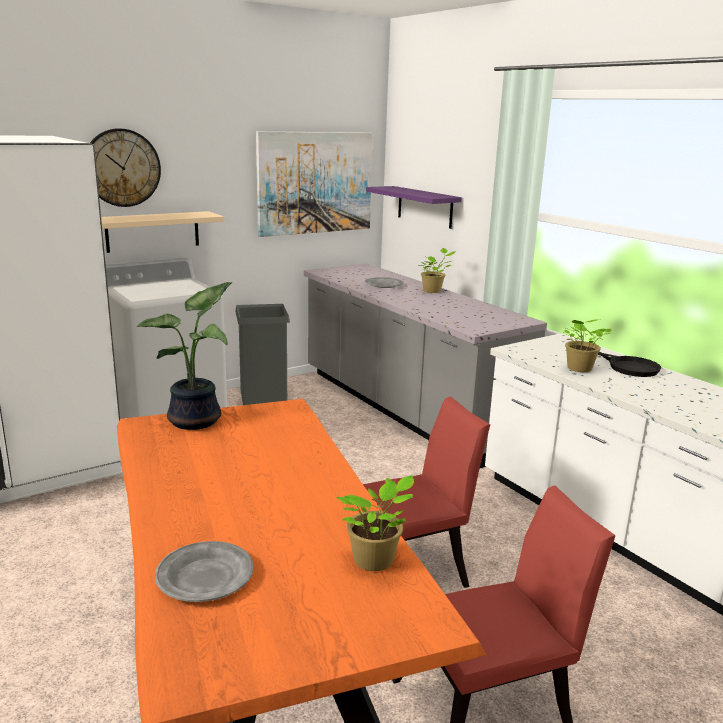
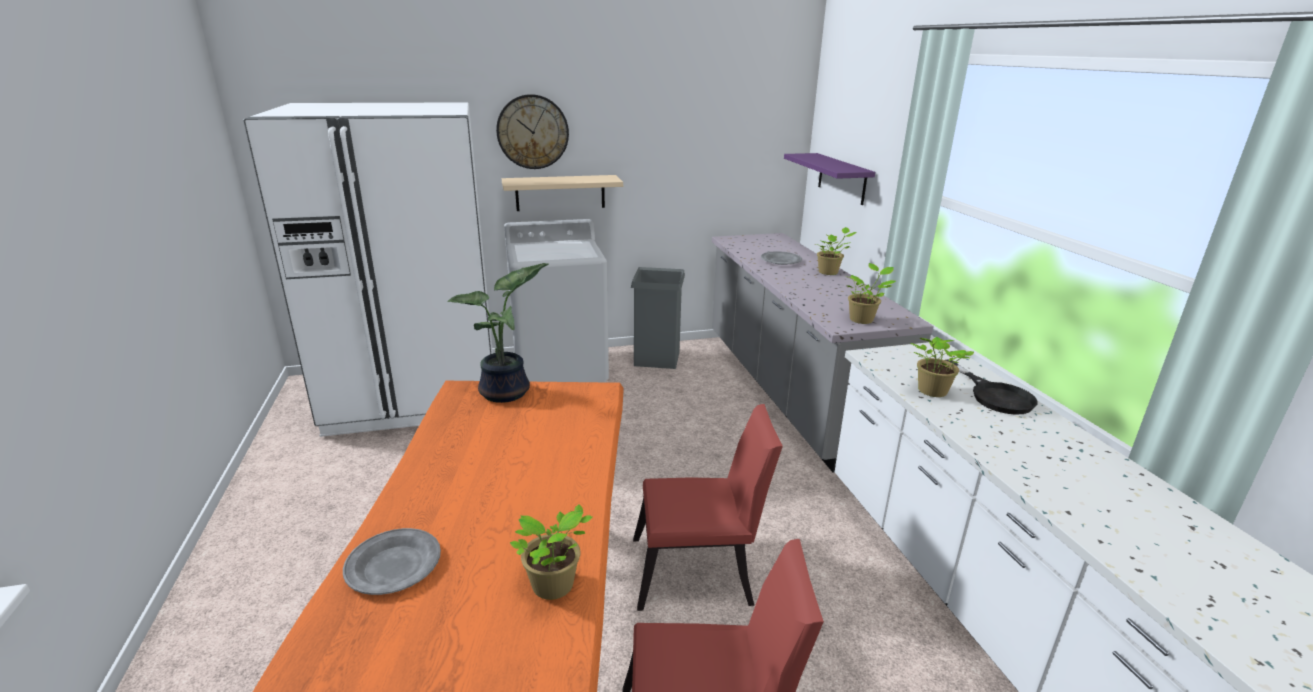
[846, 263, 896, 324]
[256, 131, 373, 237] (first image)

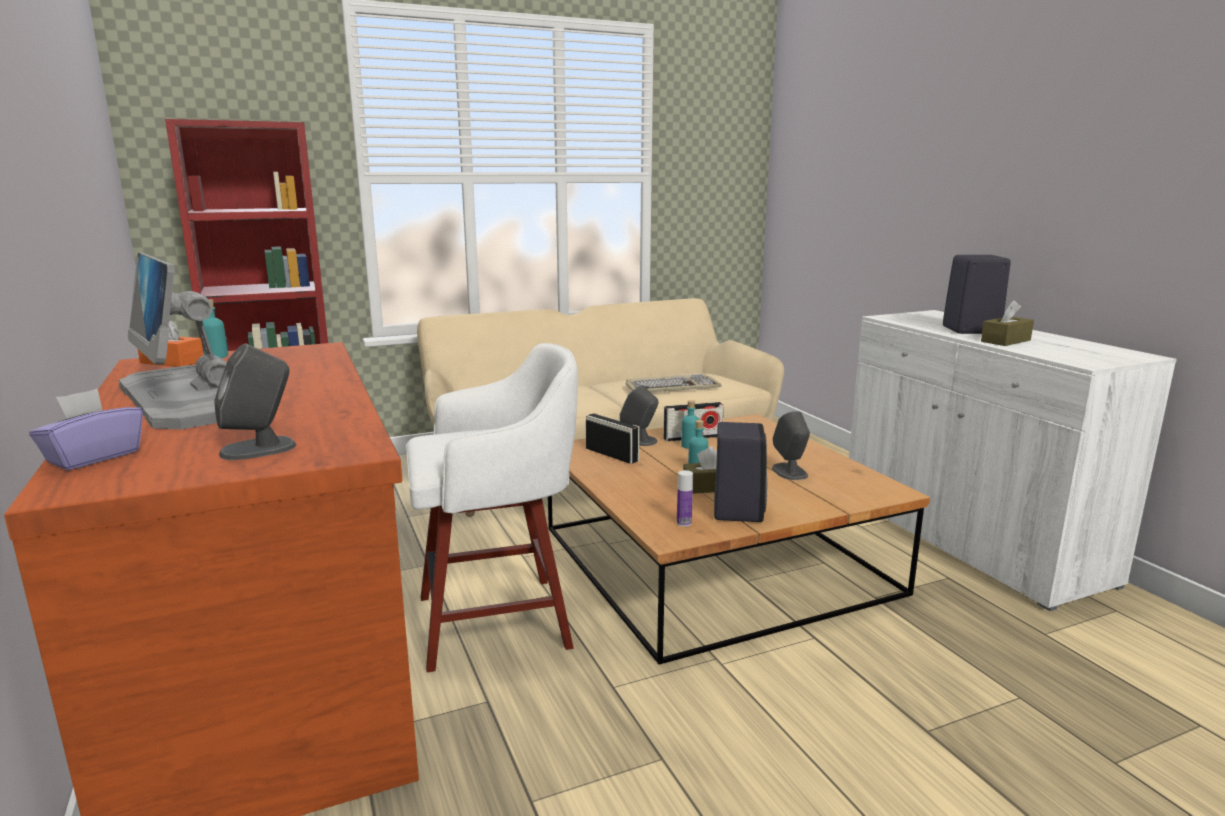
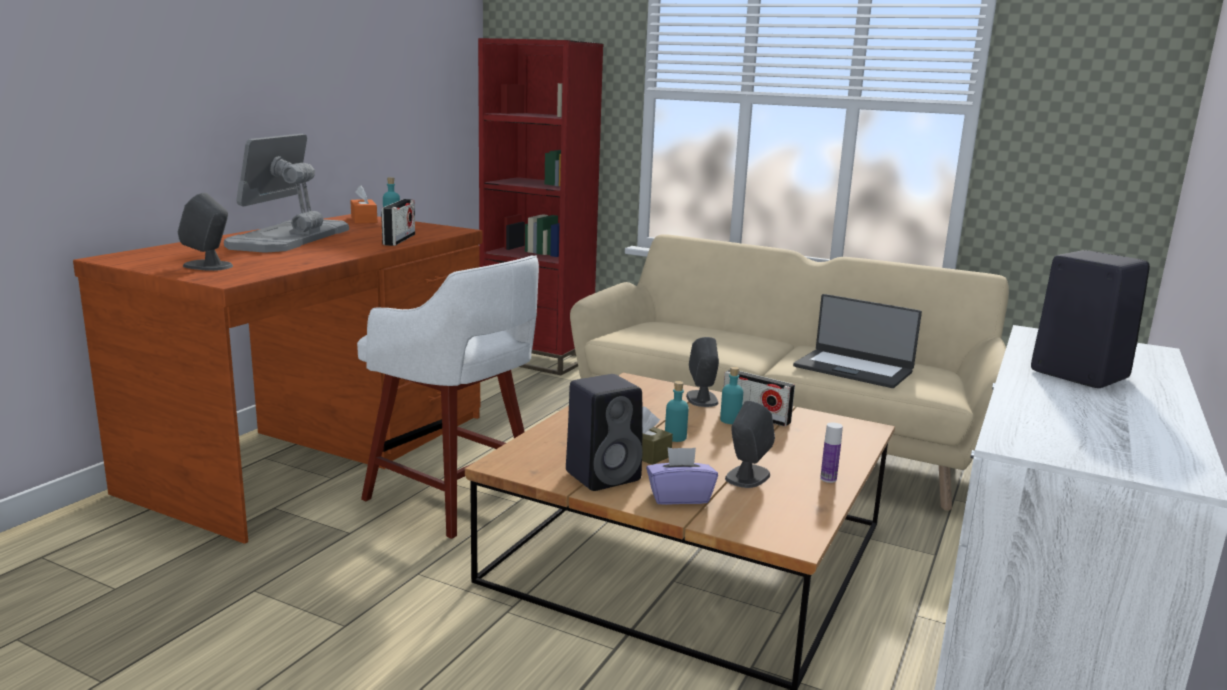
[381, 199, 415, 246]
[646, 448, 718, 505]
[793, 294, 922, 388]
[820, 422, 843, 483]
[981, 300, 1034, 346] (first image)

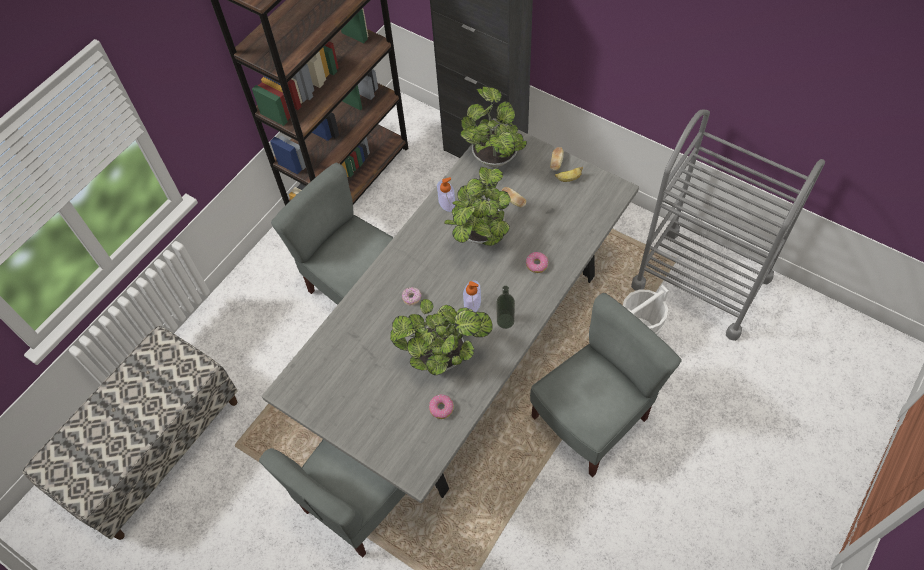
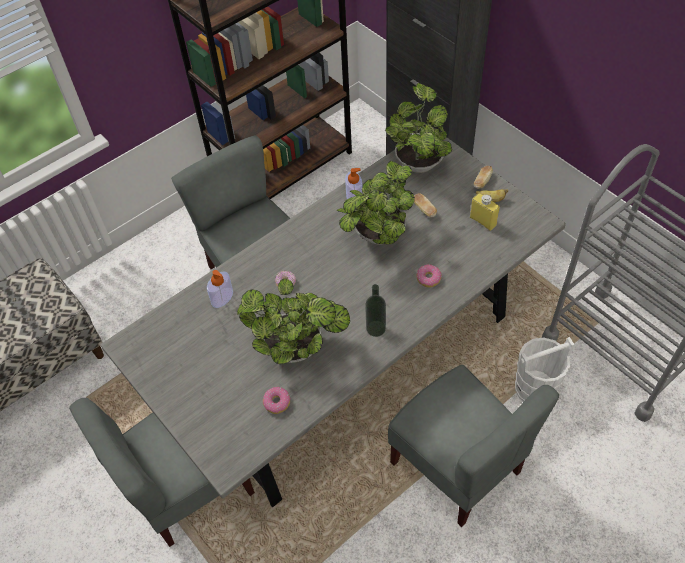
[207, 270, 233, 308]
[388, 365, 559, 527]
[470, 193, 500, 231]

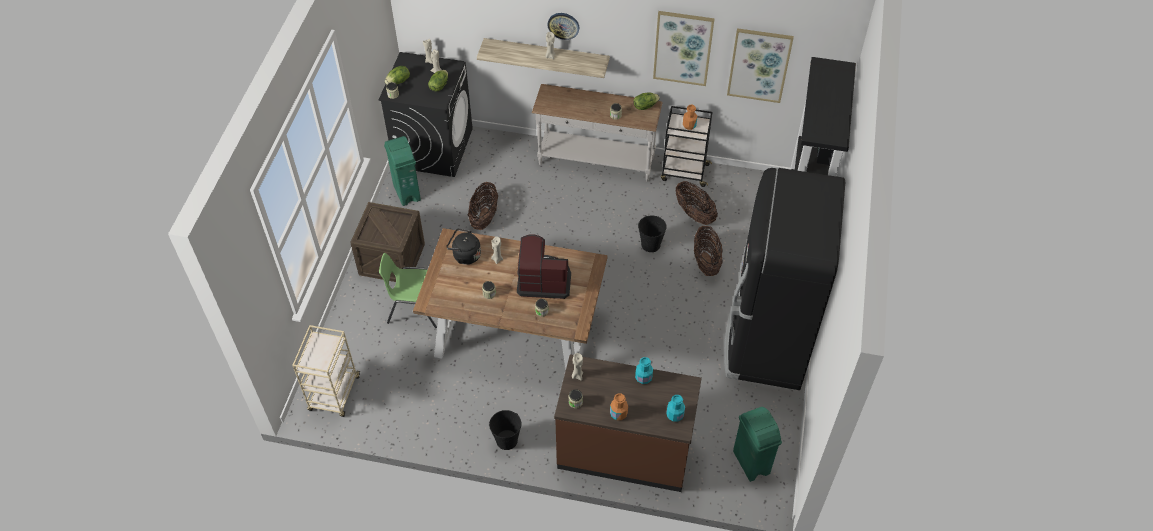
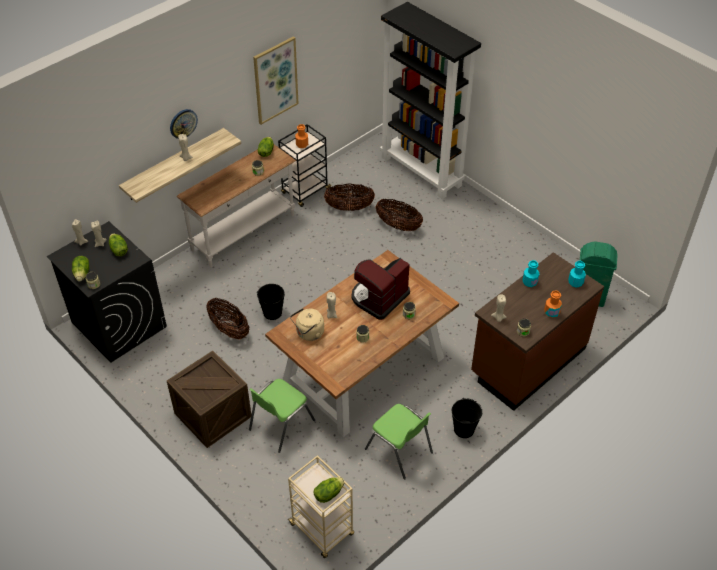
[257, 284, 285, 320]
[290, 308, 324, 341]
[313, 477, 344, 503]
[365, 404, 433, 480]
[384, 136, 421, 206] (first image)
[724, 168, 845, 390] (first image)
[727, 28, 794, 103] (first image)

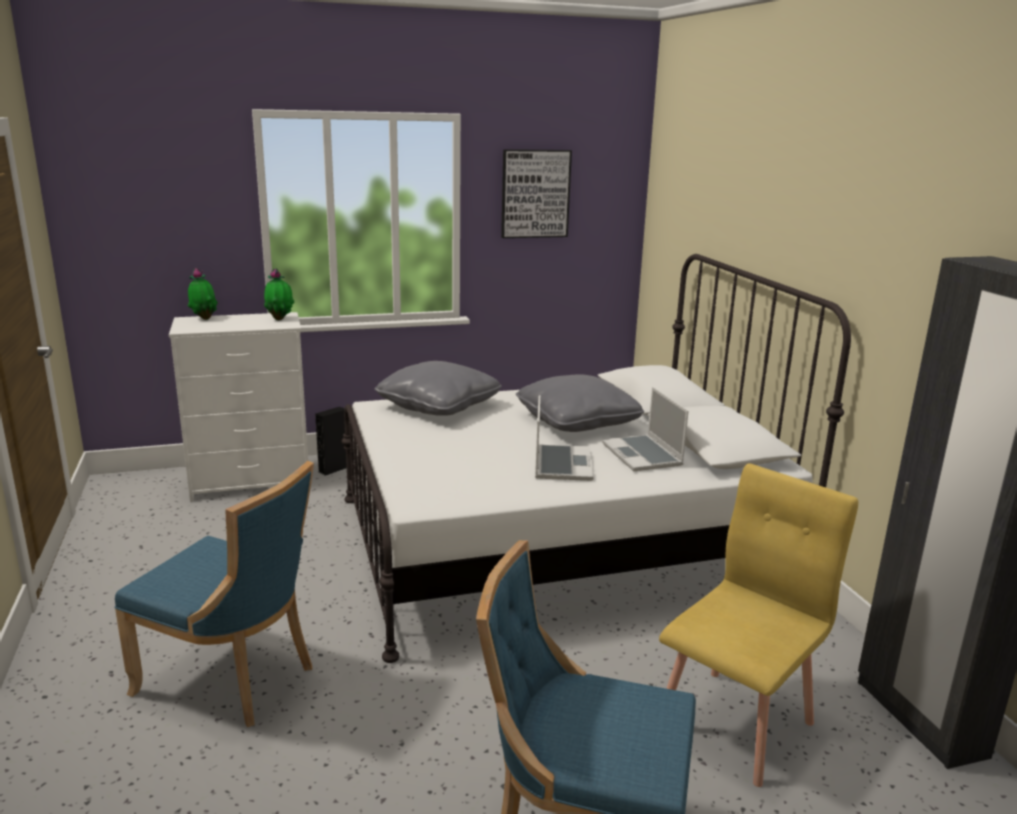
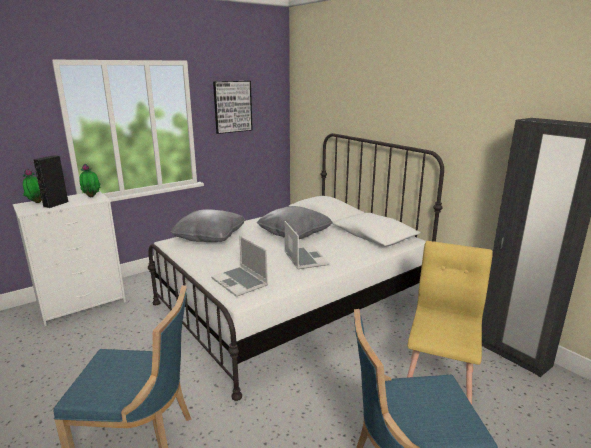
[33, 155, 68, 208]
[211, 235, 268, 297]

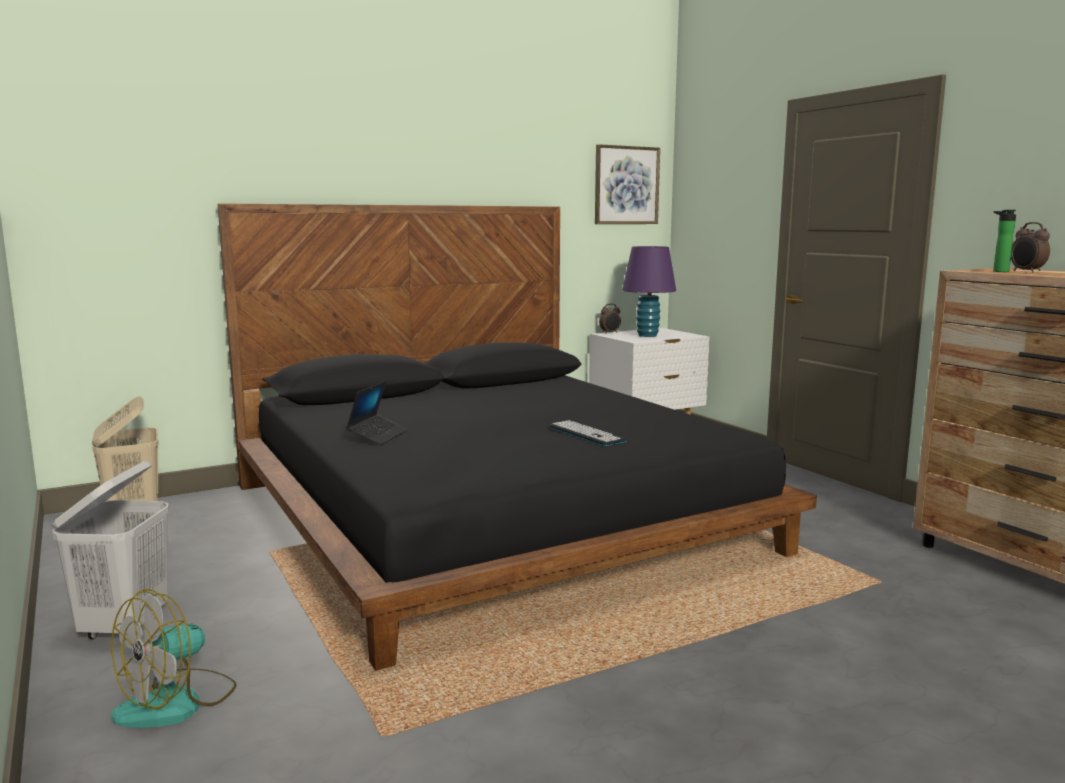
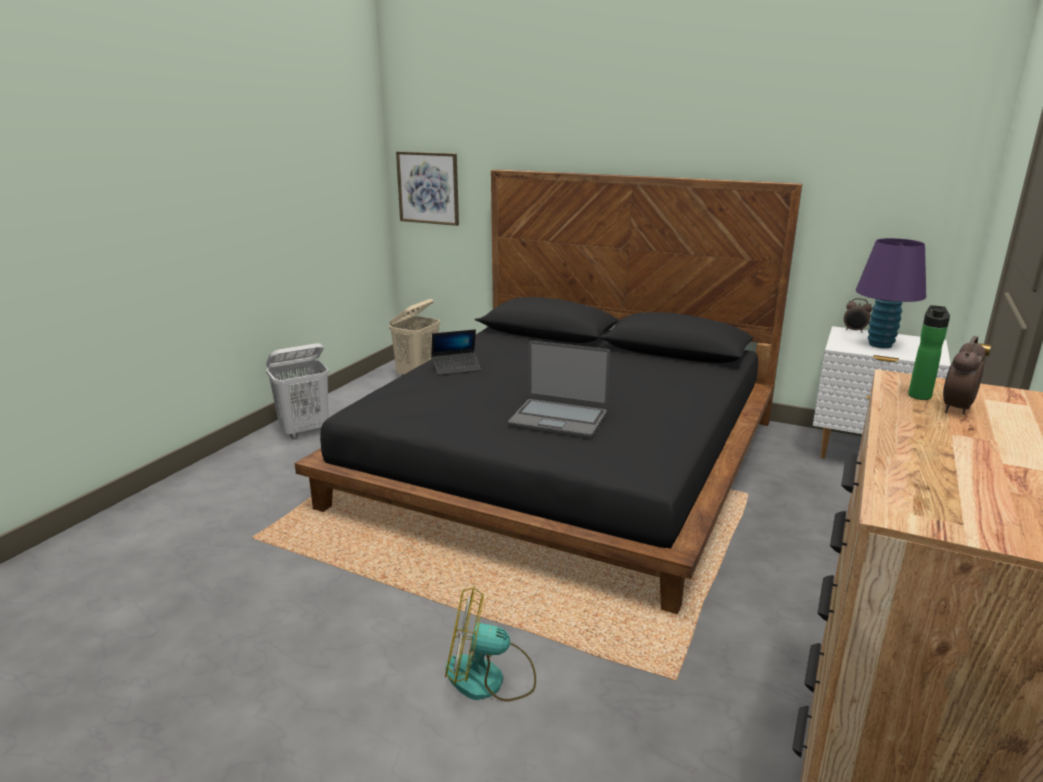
[396, 151, 459, 226]
[445, 586, 536, 702]
[508, 341, 610, 439]

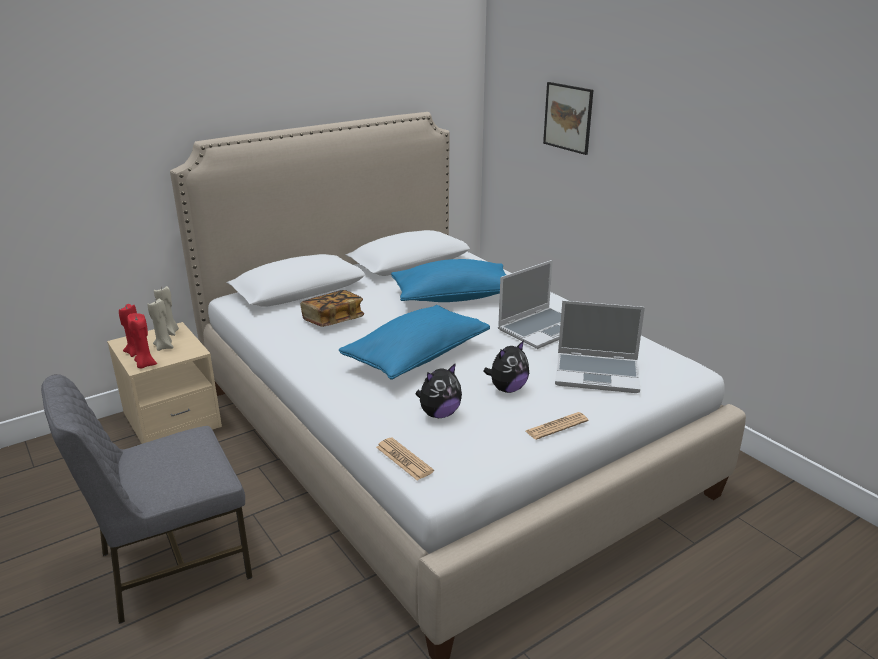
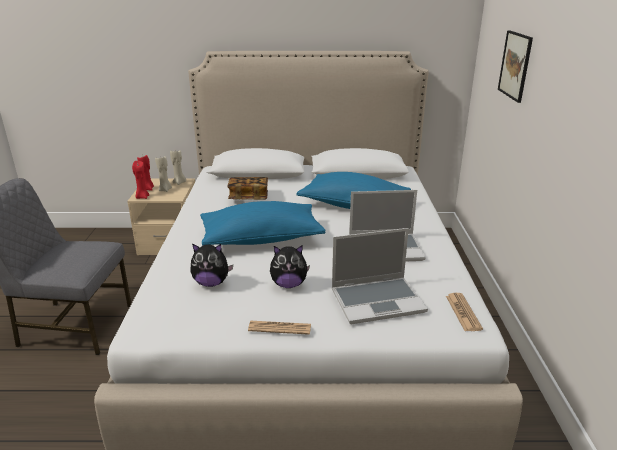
[331, 228, 428, 324]
[446, 293, 483, 331]

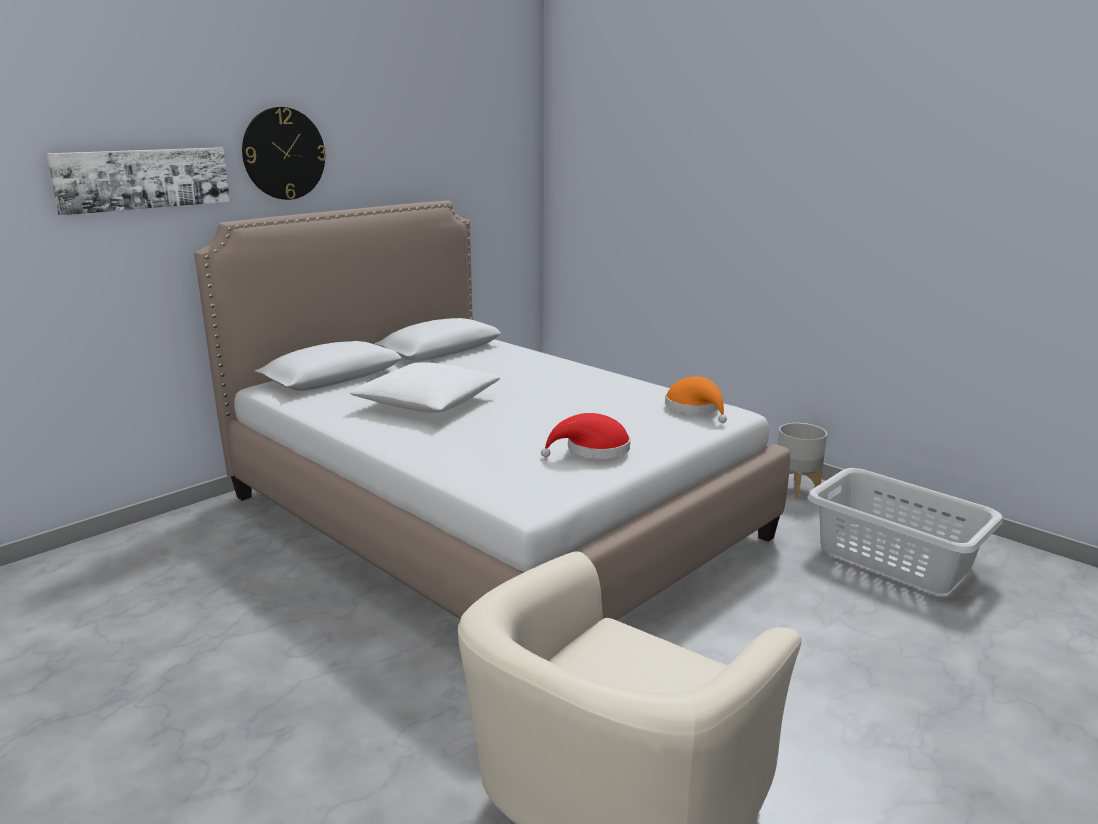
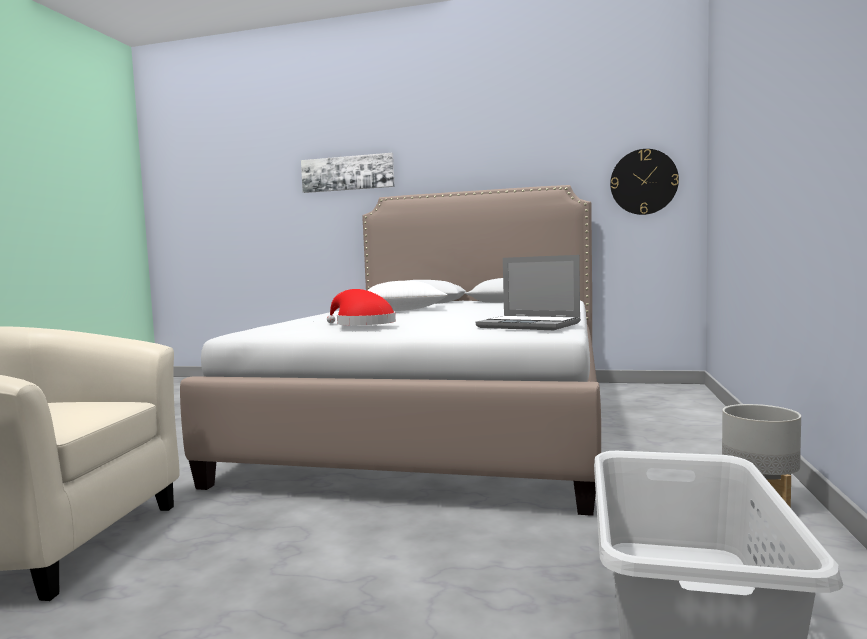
[476, 255, 581, 330]
[610, 149, 679, 215]

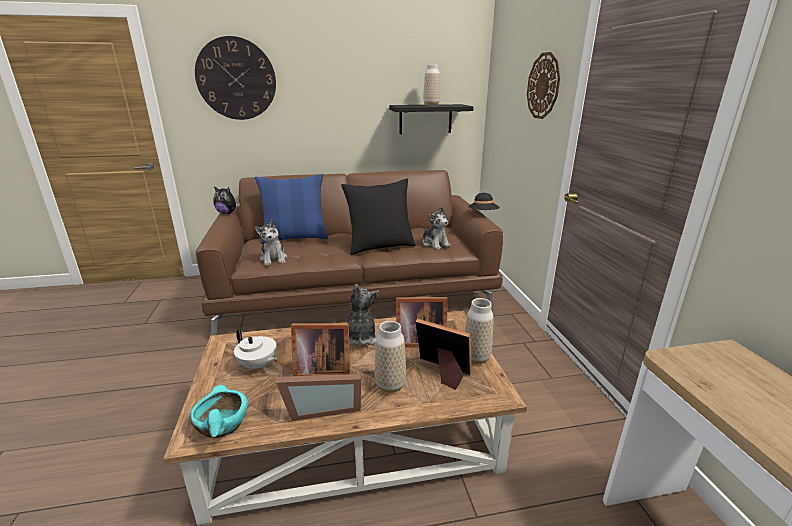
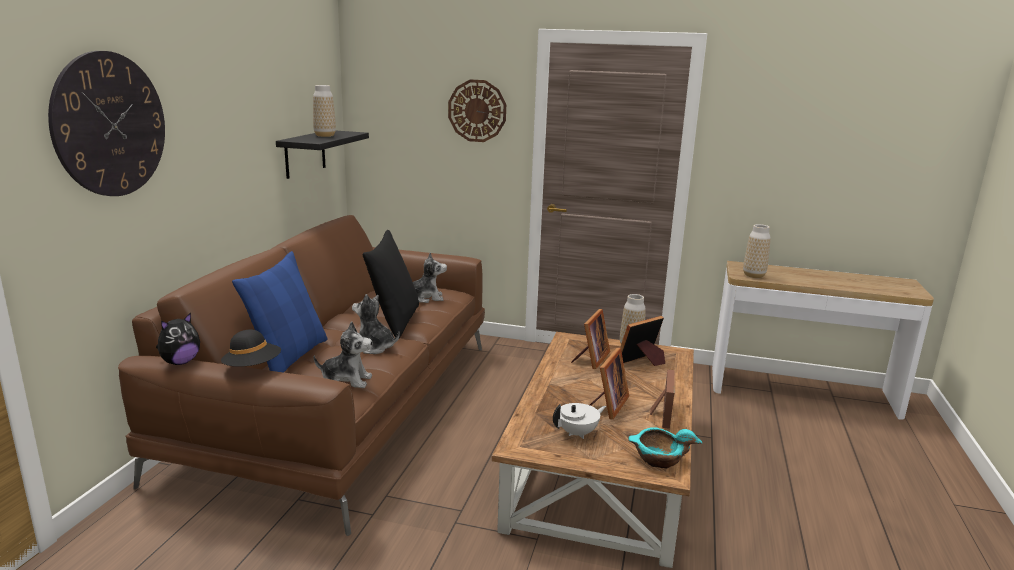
[221, 329, 281, 367]
[352, 294, 400, 354]
[743, 224, 771, 278]

